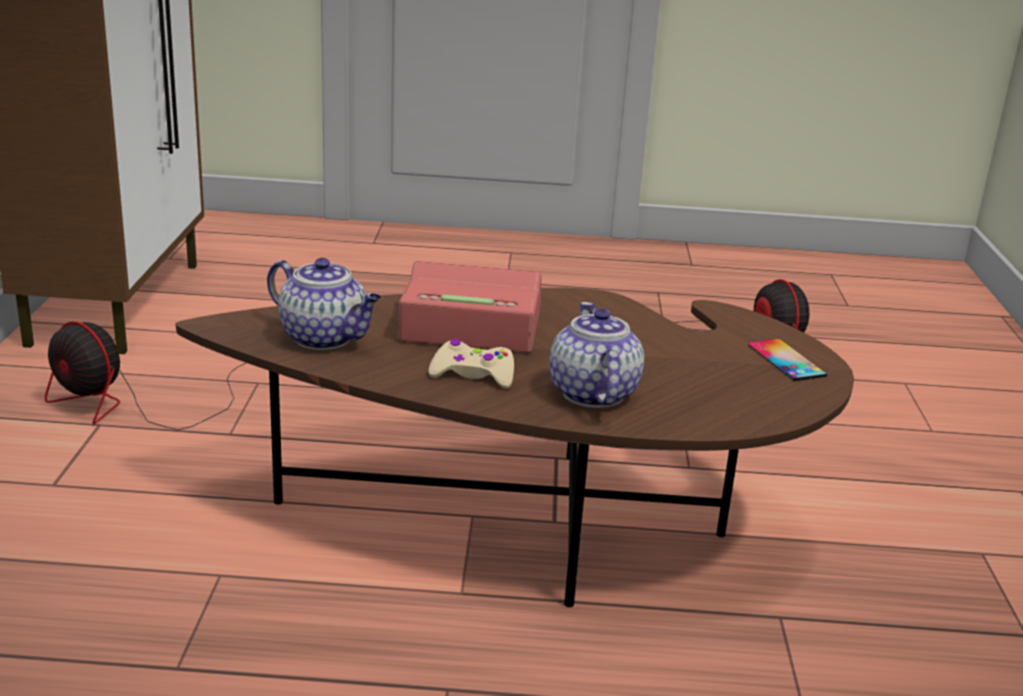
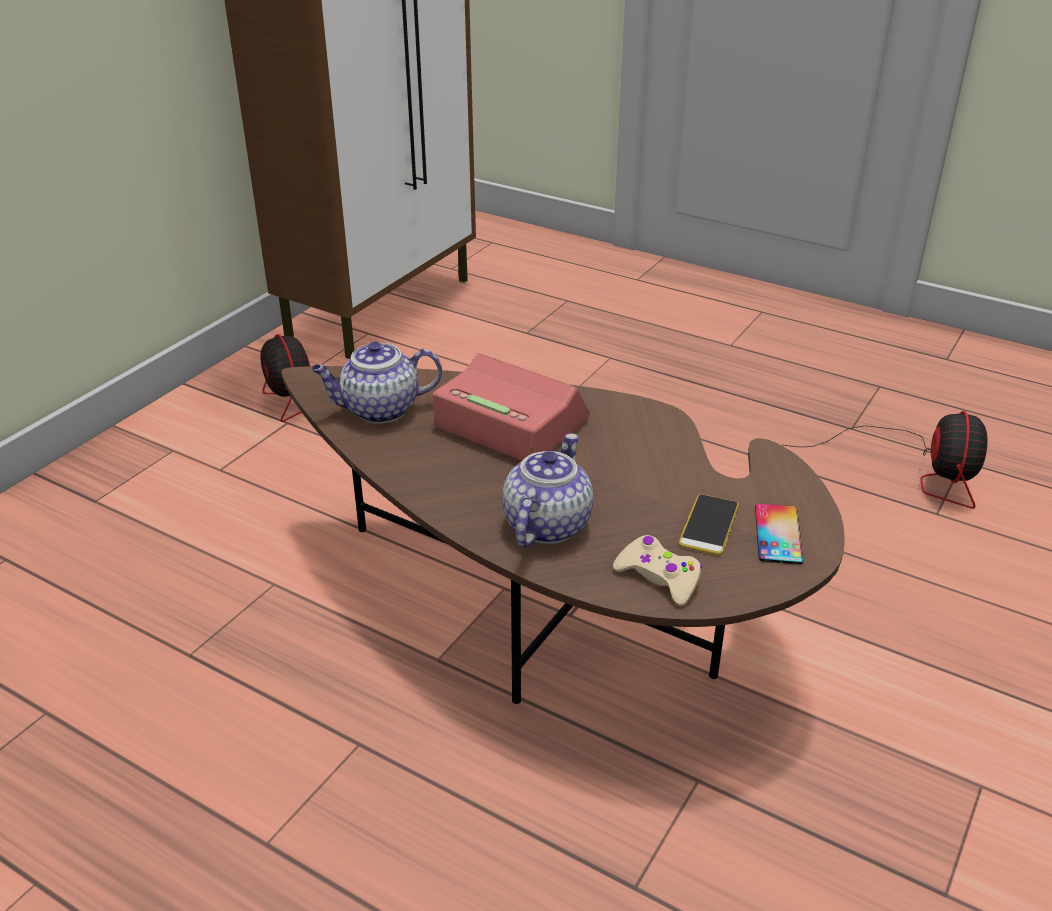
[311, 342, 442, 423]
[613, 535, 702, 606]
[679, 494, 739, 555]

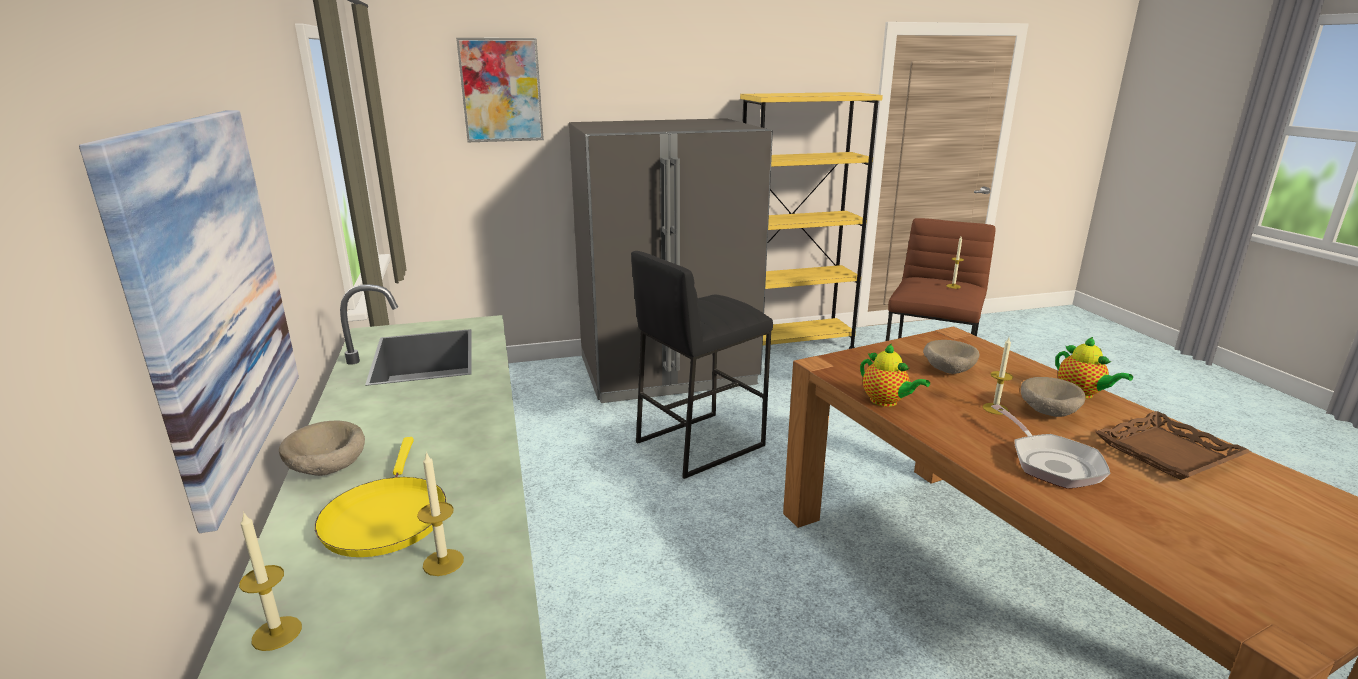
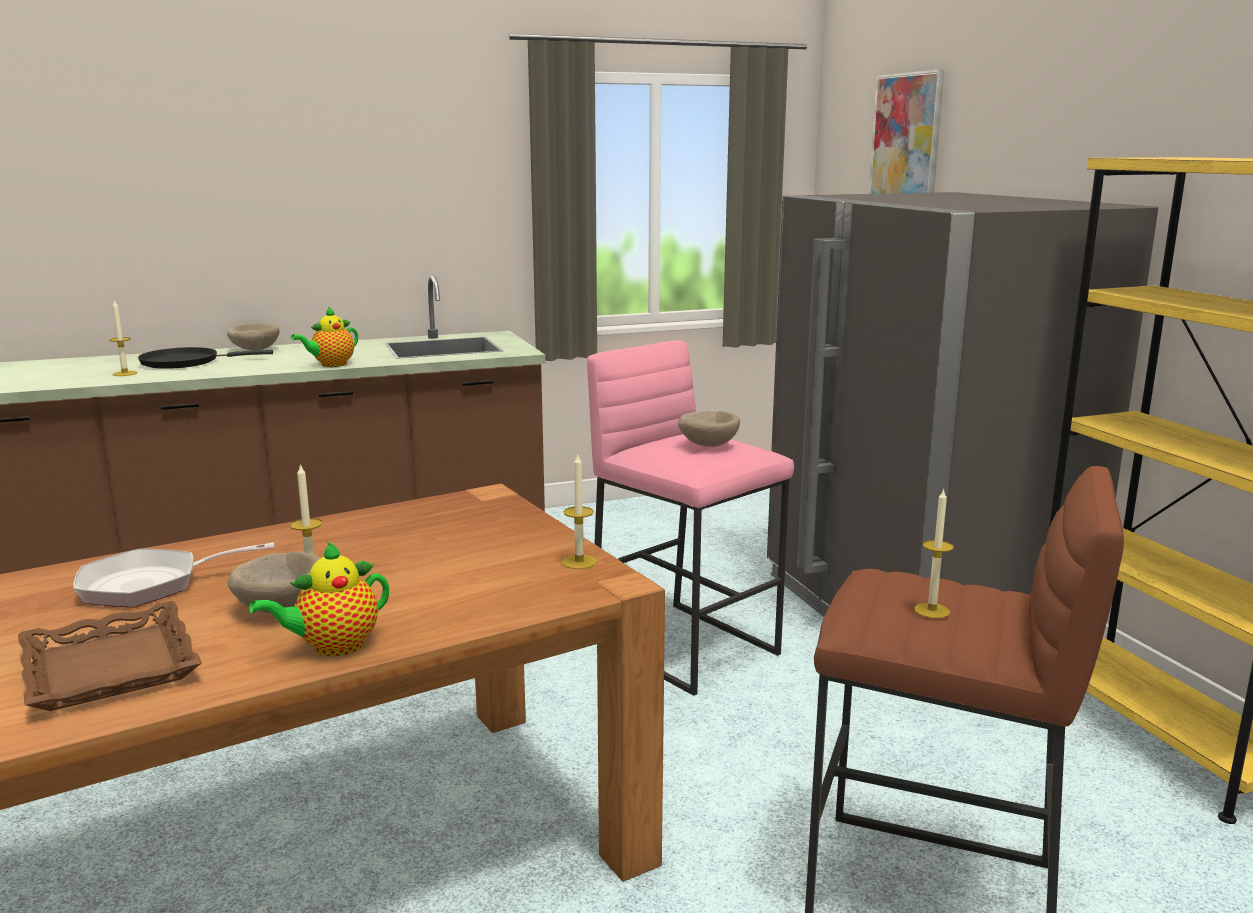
[138, 347, 273, 369]
[291, 307, 358, 367]
[562, 455, 597, 569]
[587, 340, 794, 696]
[678, 410, 740, 447]
[79, 110, 299, 533] (first image)

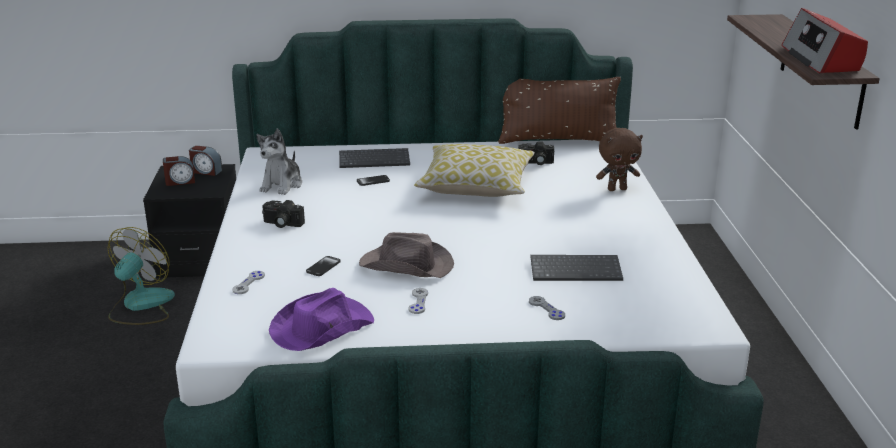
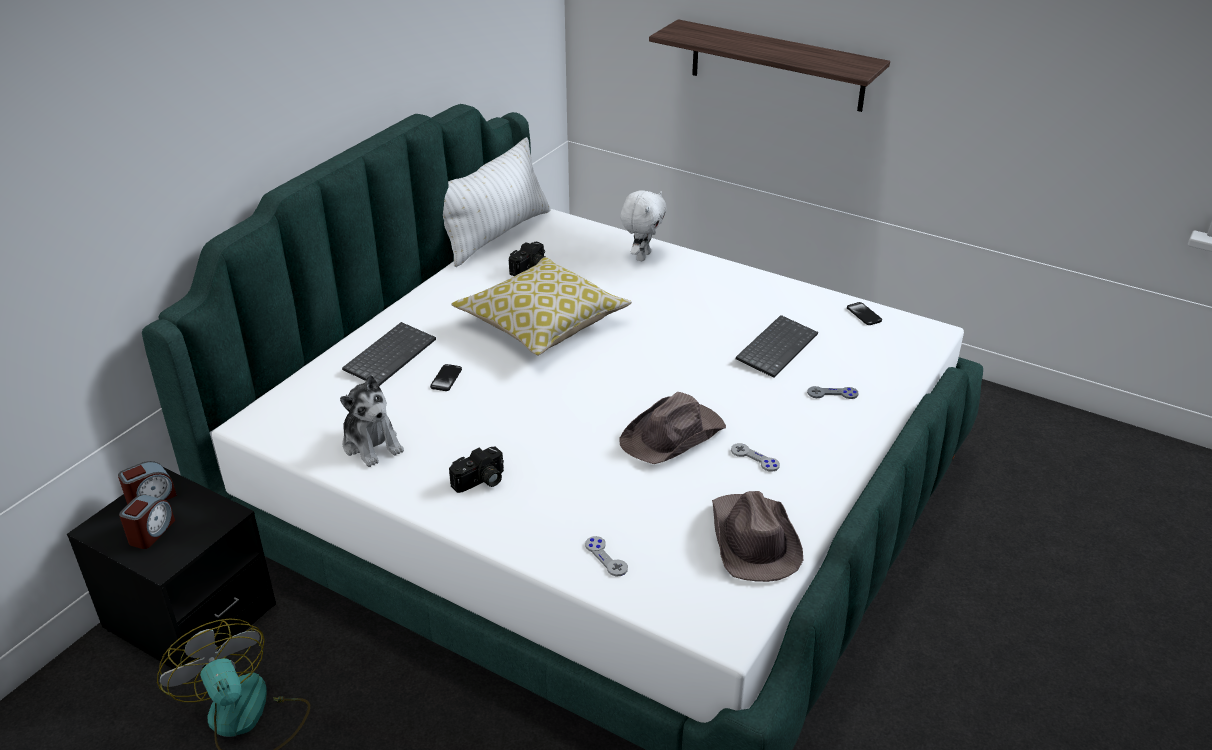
[443, 137, 551, 267]
[620, 190, 667, 261]
[712, 491, 803, 582]
[847, 302, 882, 325]
[782, 8, 868, 73] (first image)

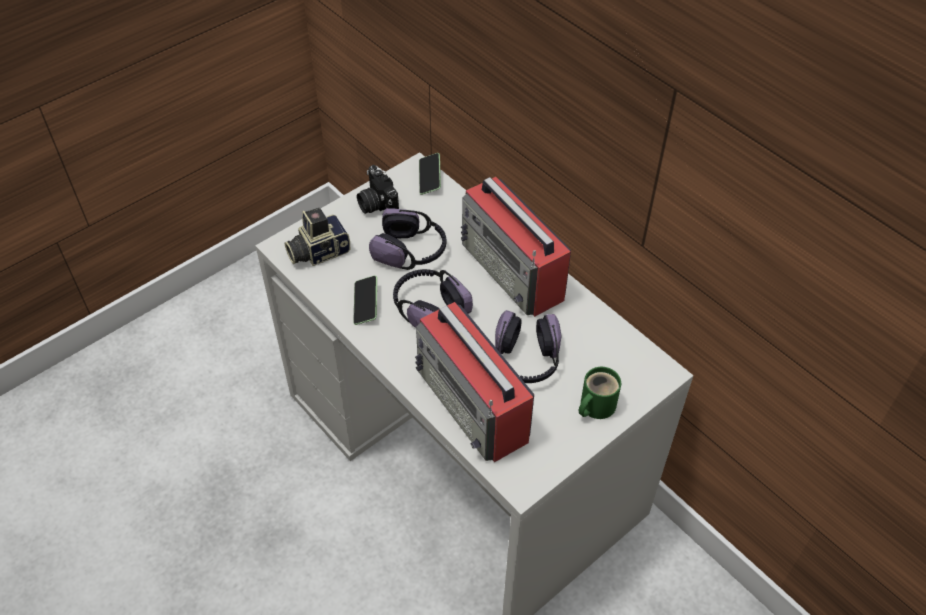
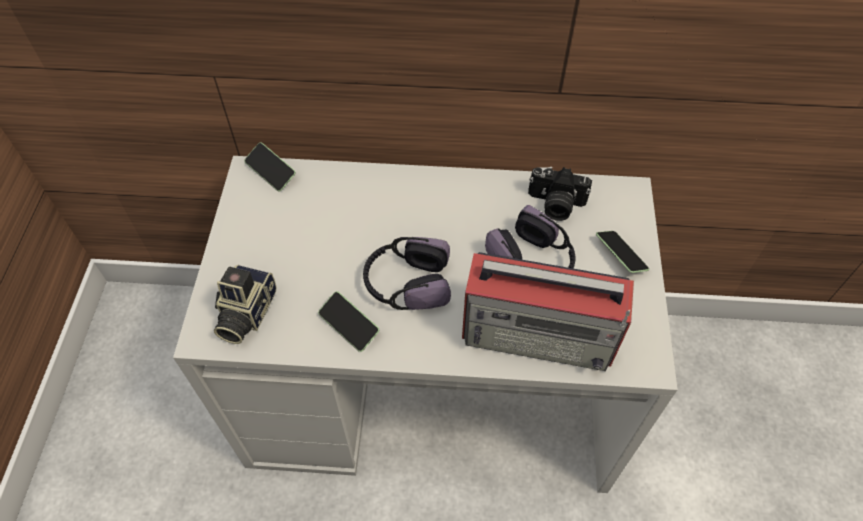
[528, 167, 592, 221]
[596, 231, 649, 273]
[369, 208, 447, 270] (first image)
[461, 177, 571, 317] (first image)

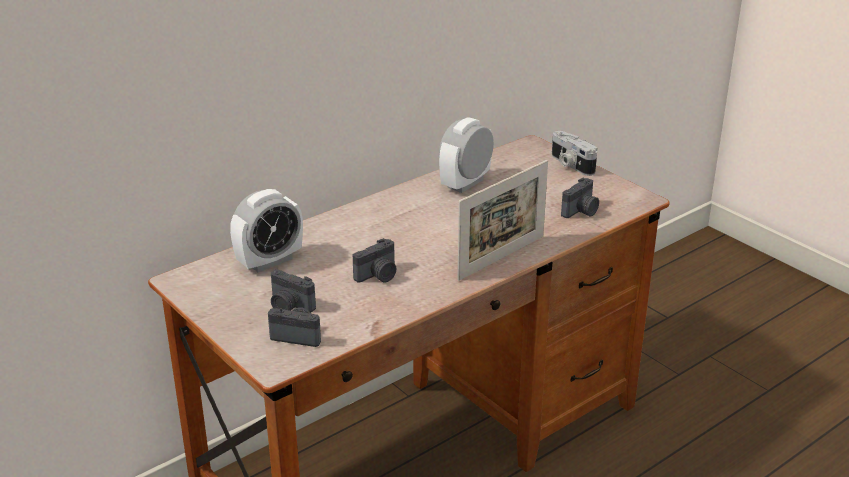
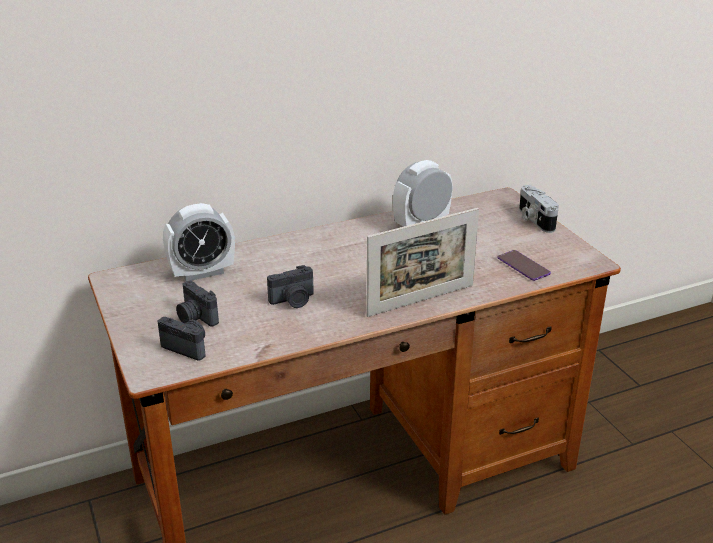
[497, 250, 551, 281]

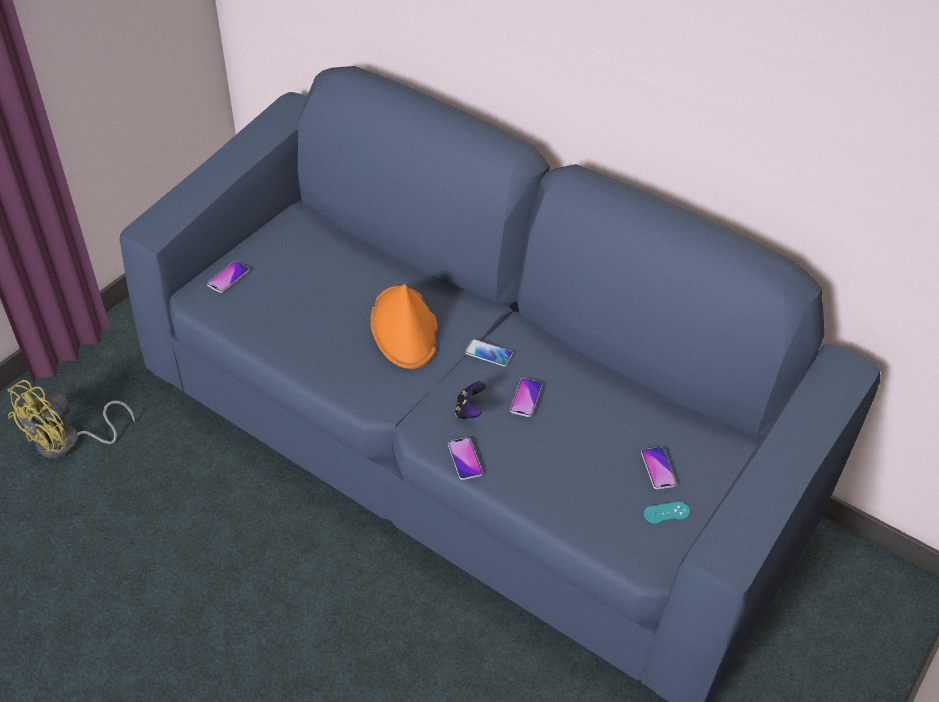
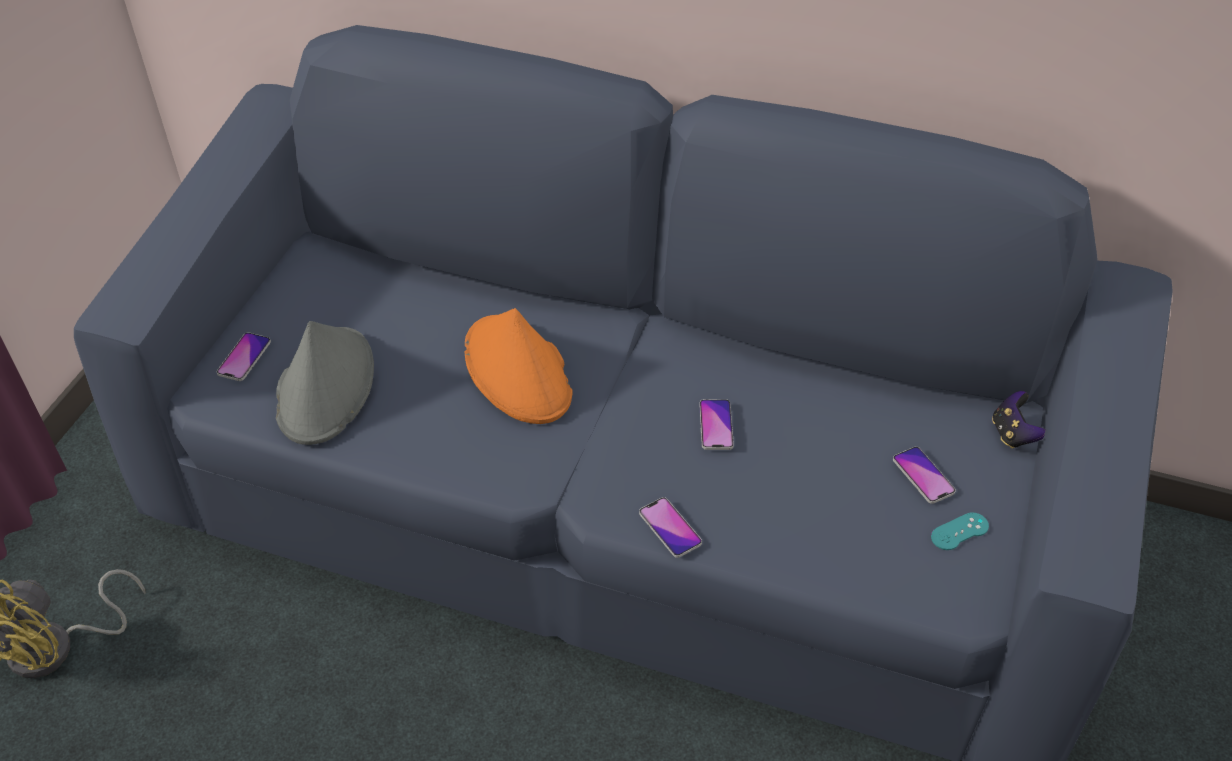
[276, 321, 374, 445]
[992, 391, 1046, 449]
[465, 339, 513, 366] (first image)

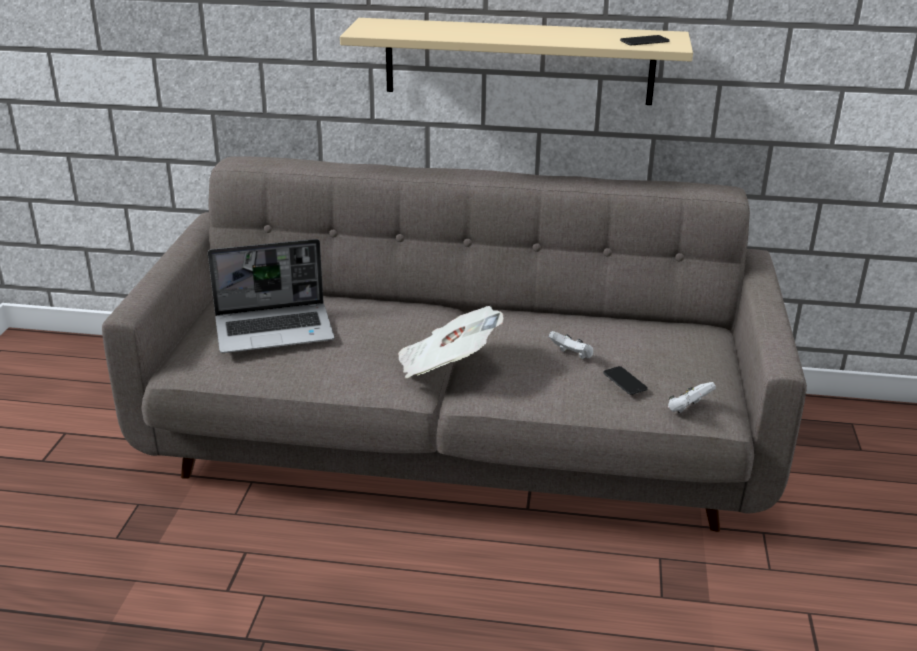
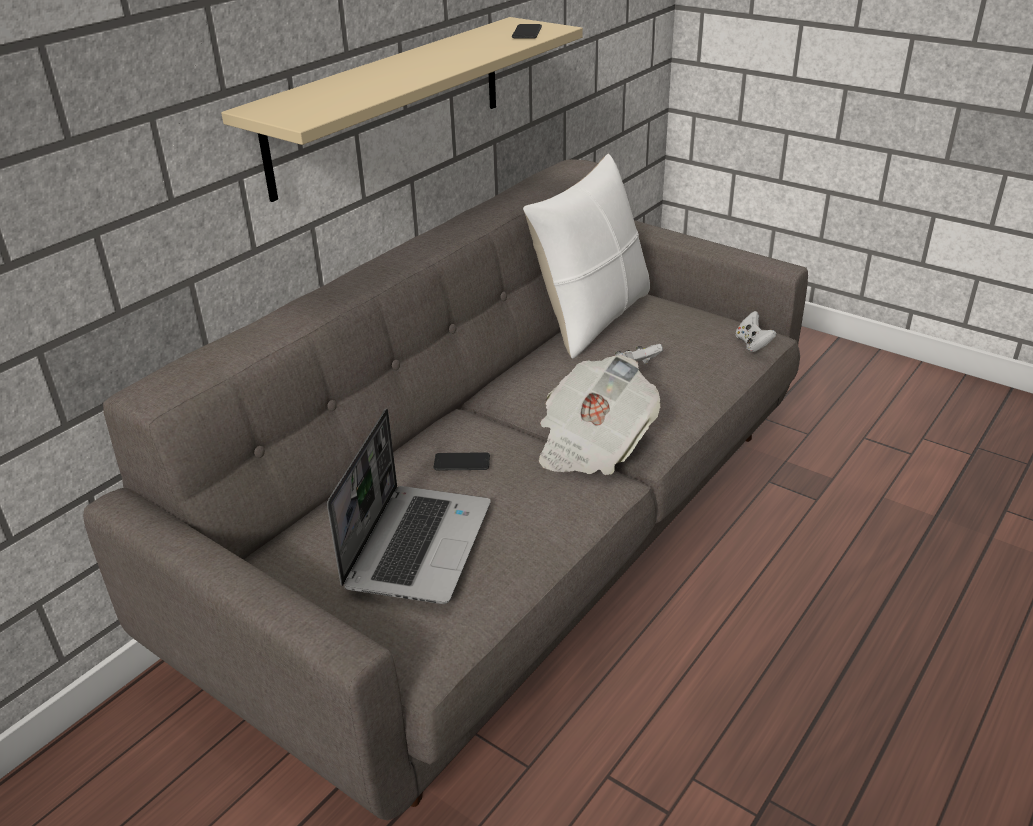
[434, 452, 490, 470]
[523, 154, 650, 359]

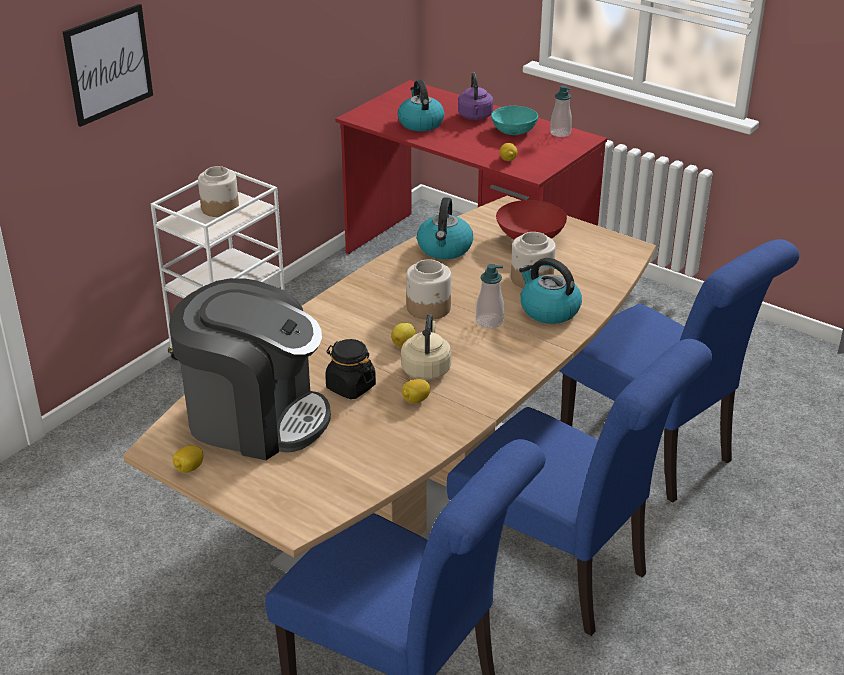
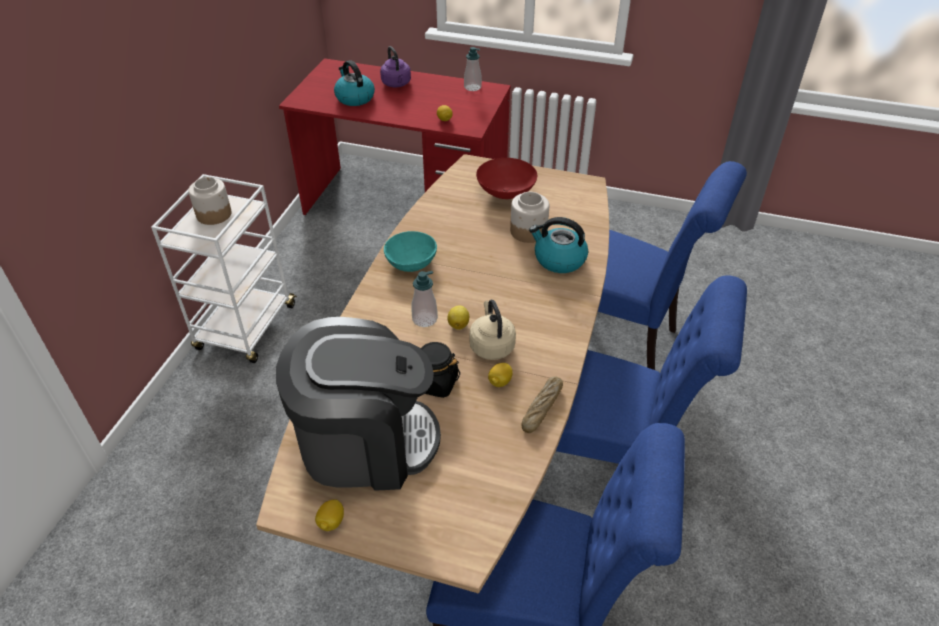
[384, 231, 437, 272]
[411, 271, 438, 327]
[521, 376, 563, 433]
[62, 4, 153, 127] (first image)
[406, 259, 451, 320] (first image)
[417, 197, 473, 259] (first image)

